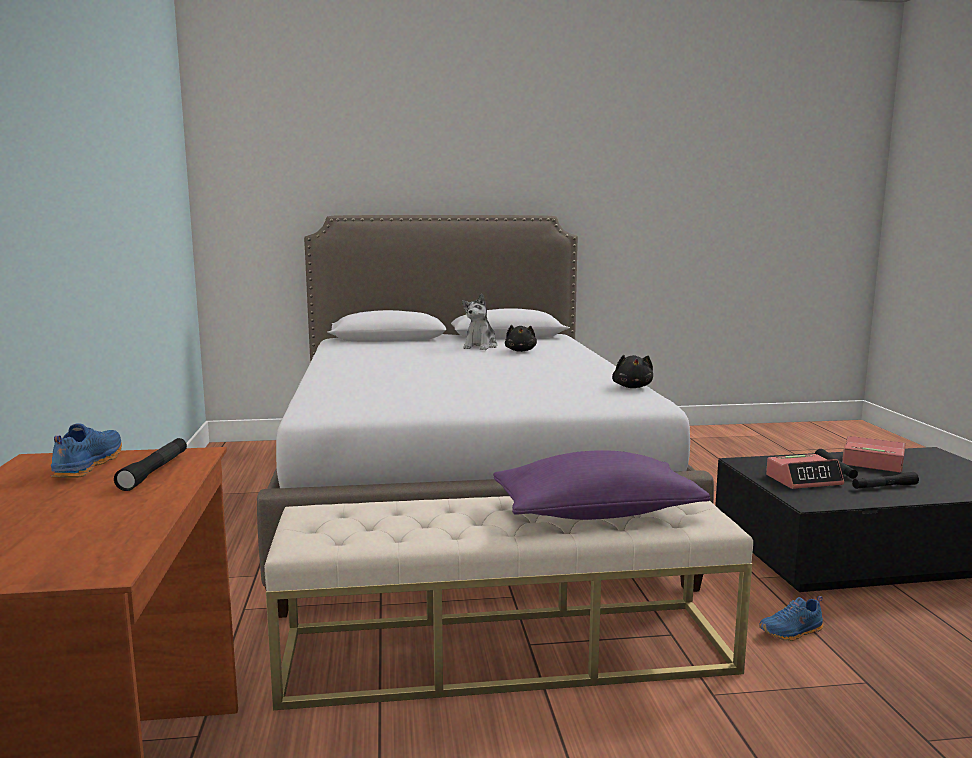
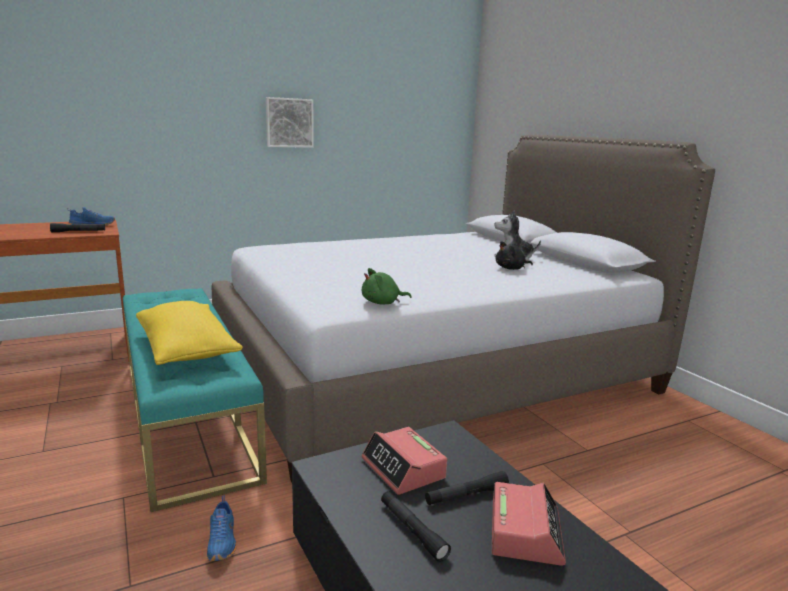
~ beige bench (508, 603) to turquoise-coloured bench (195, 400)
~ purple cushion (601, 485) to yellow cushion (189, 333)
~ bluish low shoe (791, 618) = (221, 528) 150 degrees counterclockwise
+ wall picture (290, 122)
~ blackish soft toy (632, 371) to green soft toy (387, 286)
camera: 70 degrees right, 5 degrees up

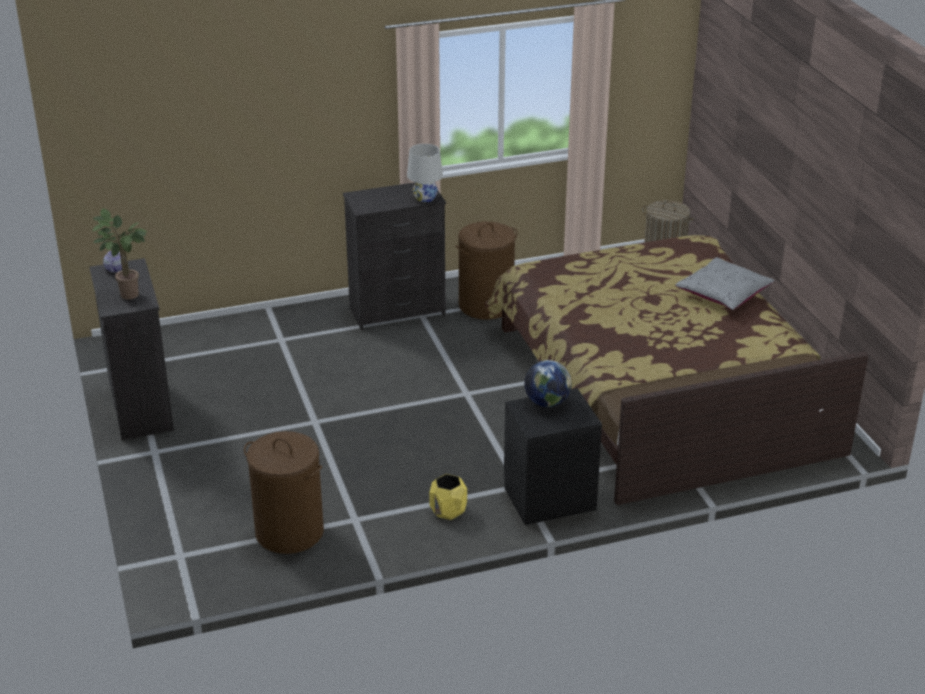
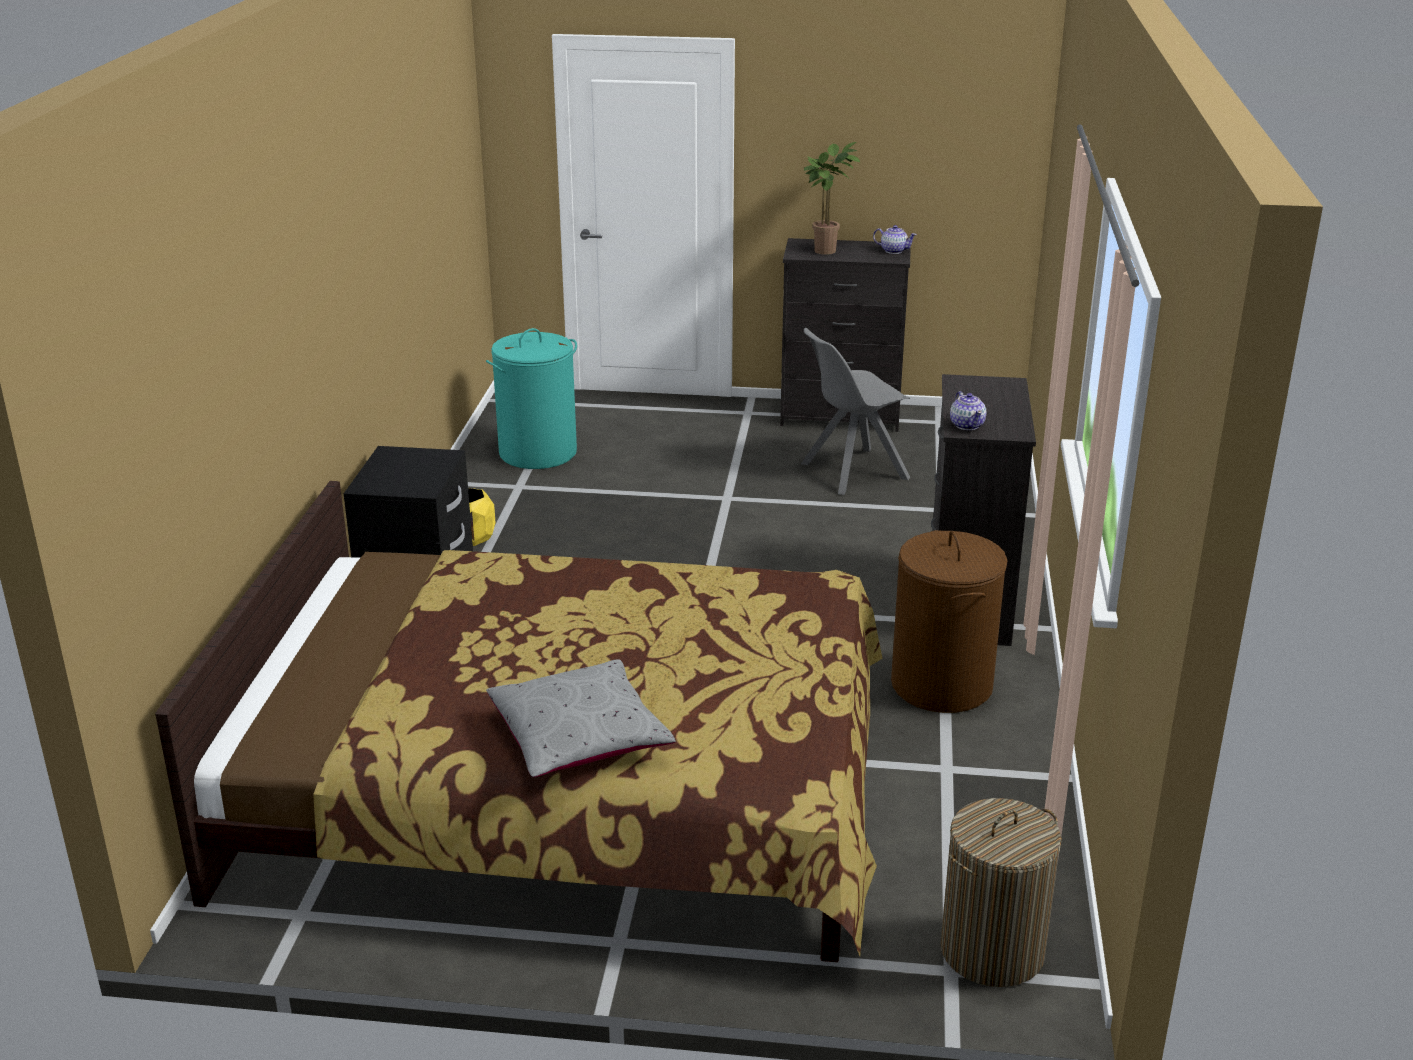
~ brownish washing basket (284, 492) to turquoise-coloured washing basket (531, 398)
+ greyish upright chair (855, 411)
~ white-coloured table lamp (425, 173) to tea pot (968, 410)
- desk globe (548, 383)
camera: 115 degrees right, 5 degrees down

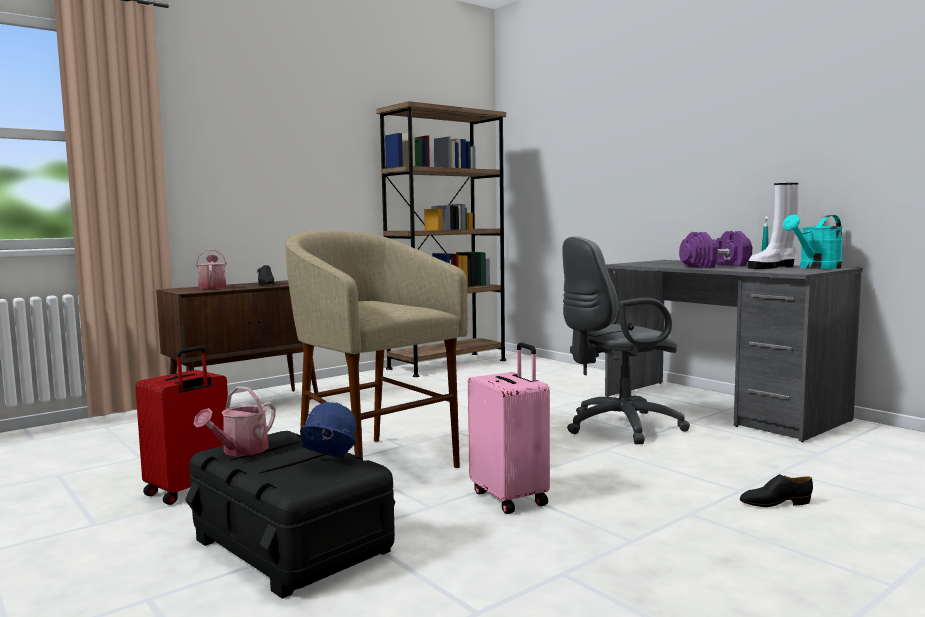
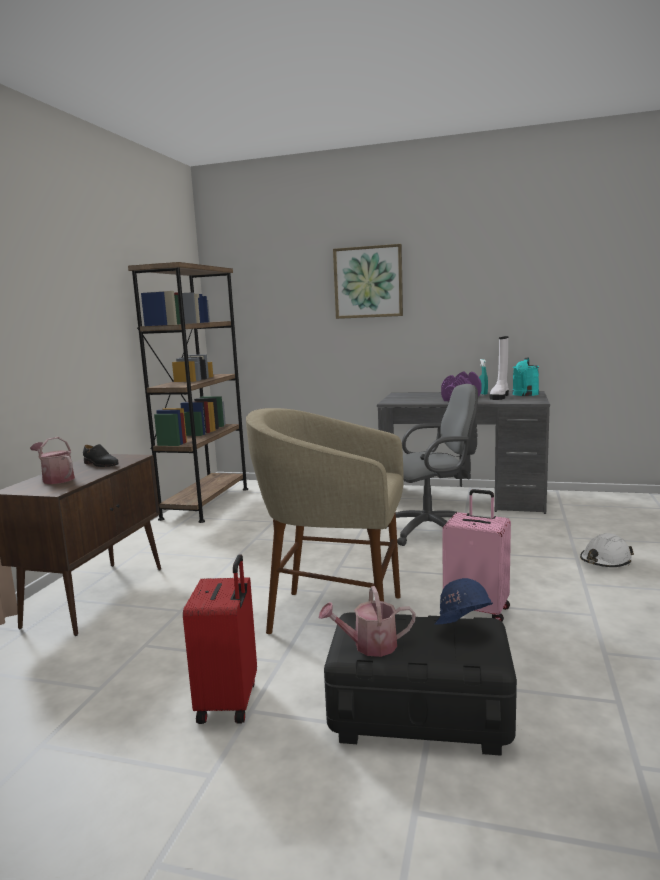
~ watering can (234, 421) = (367, 621) 90 degrees clockwise
+ wall picture (368, 281)
~ greyish office chair (626, 340) = (437, 465) 135 degrees counterclockwise
~ blackish low shoe (776, 490) to white-coloured safety helmet (607, 550)
camera: 35 degrees left, 5 degrees up

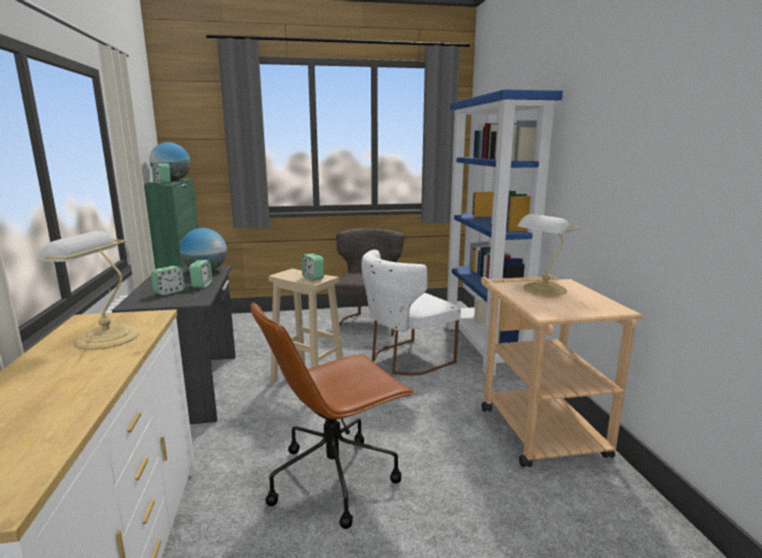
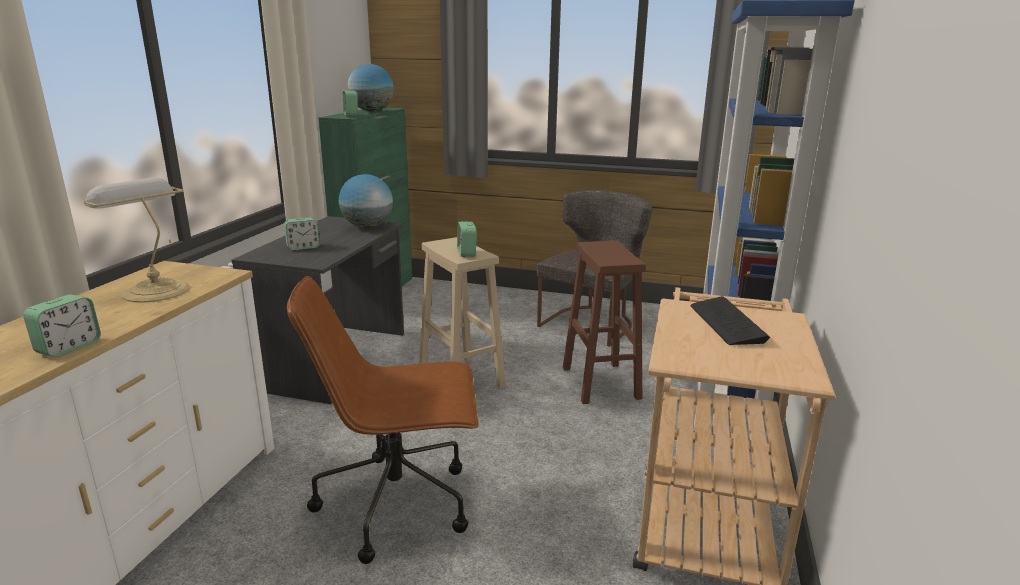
~ alarm clock (201, 274) to (62, 325)
~ white-coloured upright chair (411, 312) to brownish sitting stool (604, 322)
~ table lamp (548, 255) to computer keyboard (730, 320)
camera: 25 degrees right, 5 degrees up

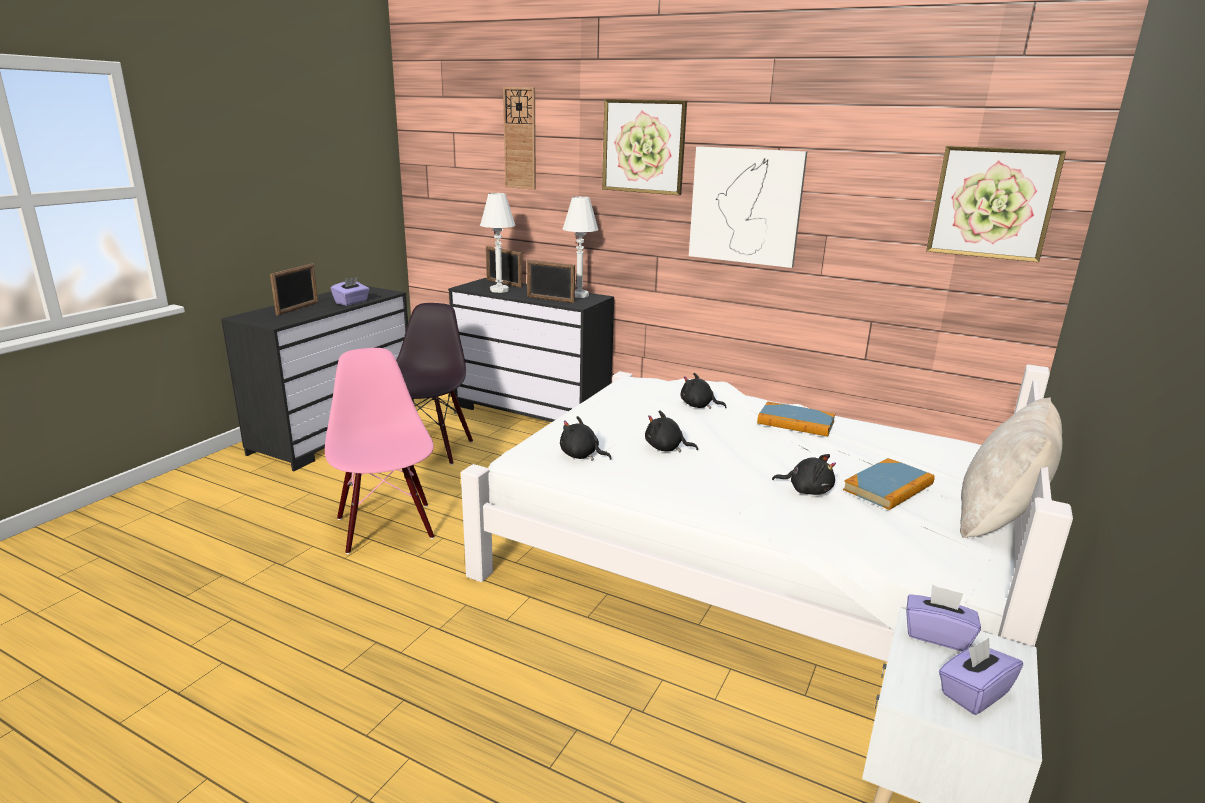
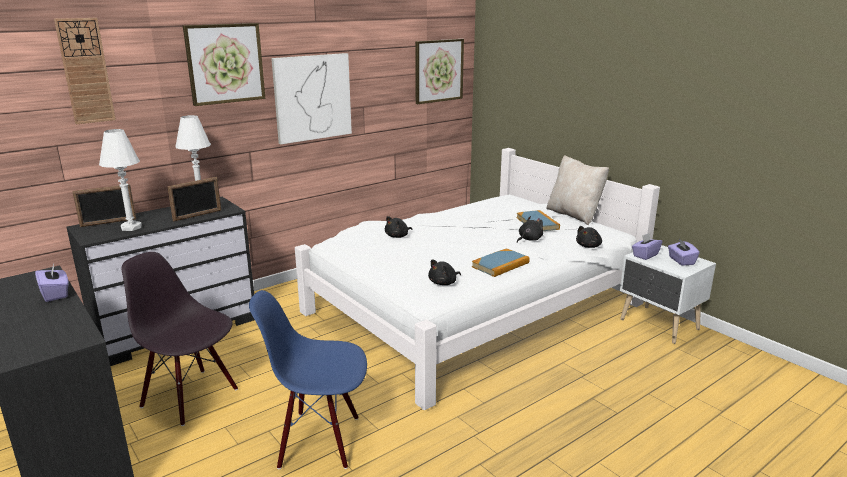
~ pink-coloured upright chair (379, 451) to bluish upright chair (308, 379)
~ book (796, 419) to (501, 262)
~ blackish soft toy (671, 431) to (589, 237)
- picture frame (294, 289)
camera: 65 degrees left, 0 degrees up

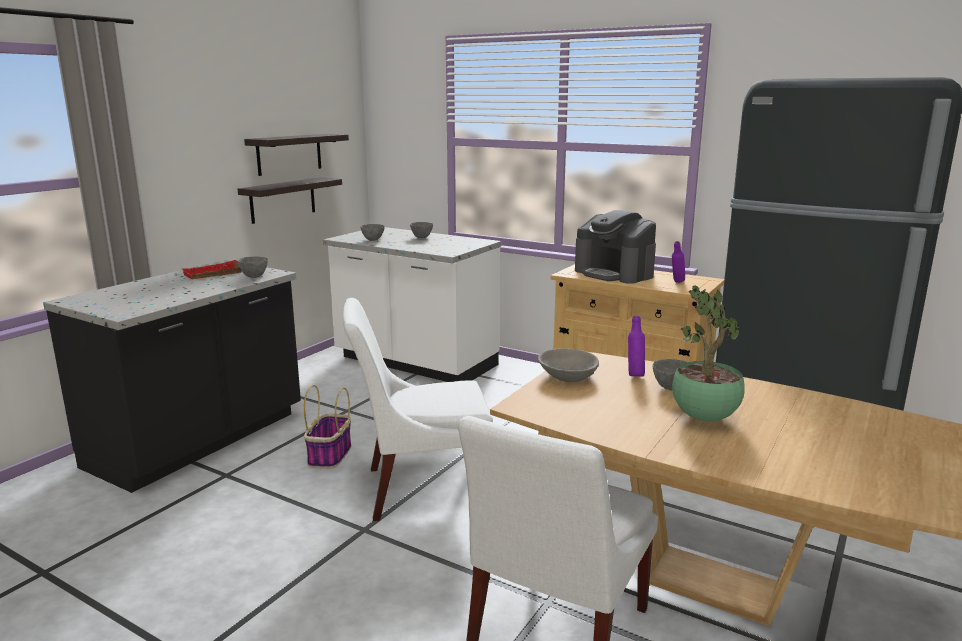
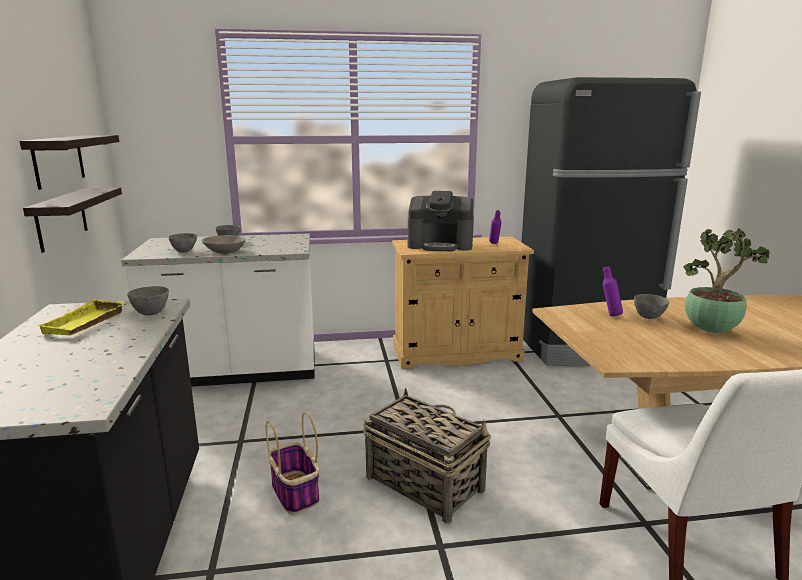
~ red-coloured serving tray (212, 269) to yellow serving tray (80, 317)
~ greyish deep dish (568, 365) to (223, 244)
~ white-coloured upright chair (417, 409) to storage basket (427, 456)
camera: 40 degrees left, 0 degrees up

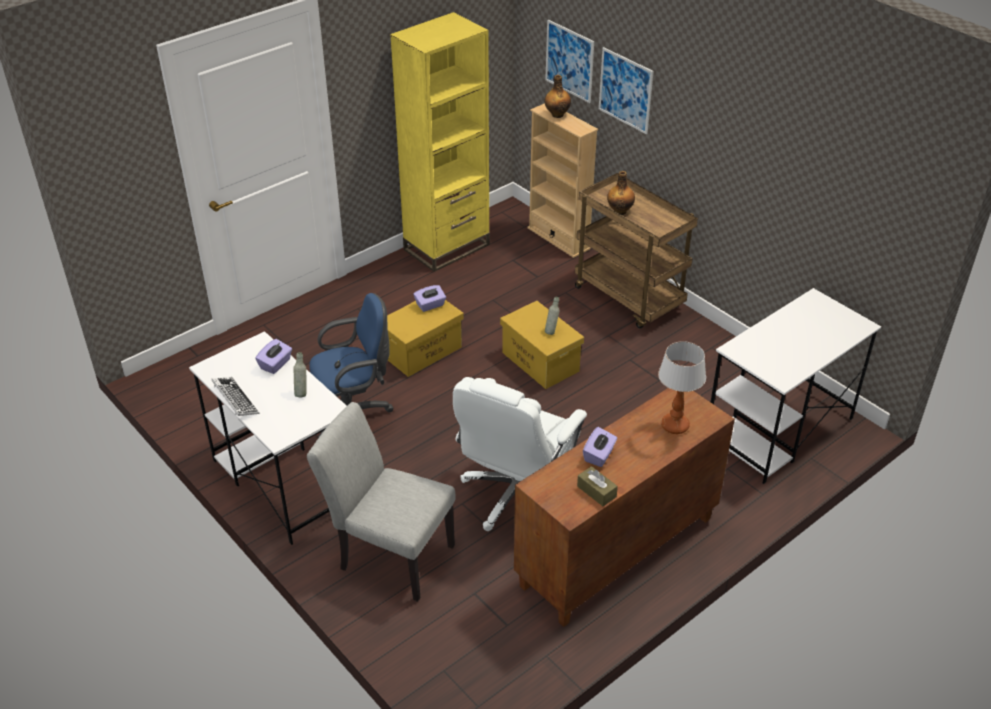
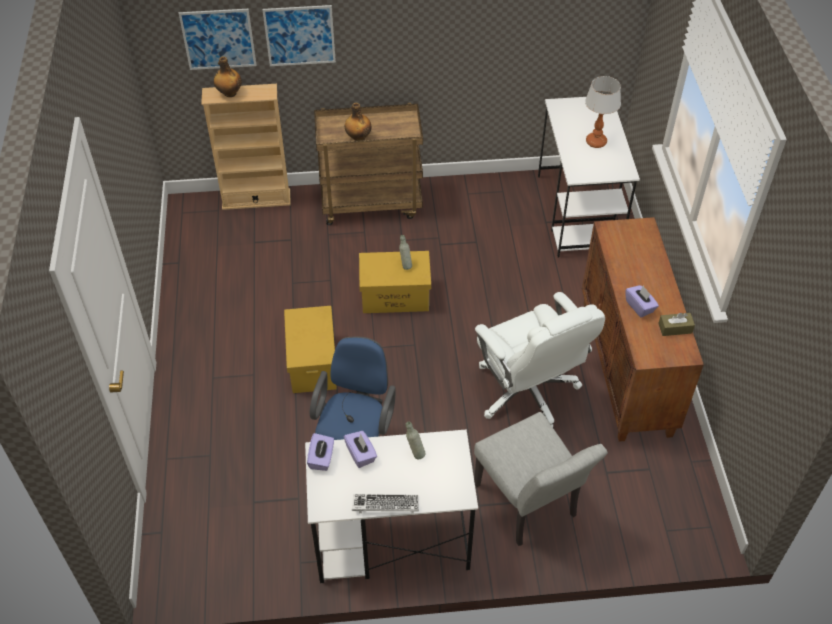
~ purple tissue holder (430, 298) to (320, 452)
~ greyish upright chair (381, 502) = (541, 479) 90 degrees counterclockwise
~ table lamp (682, 387) to (603, 112)
- yellow bookcase (440, 142)
camera: 55 degrees left, 10 degrees up

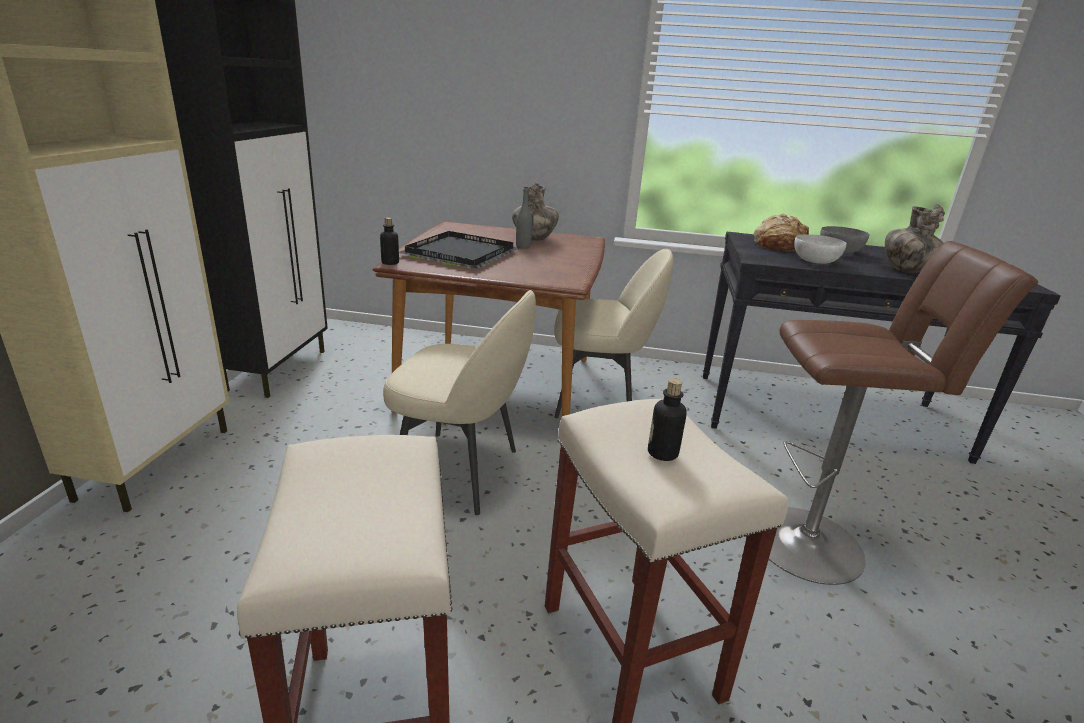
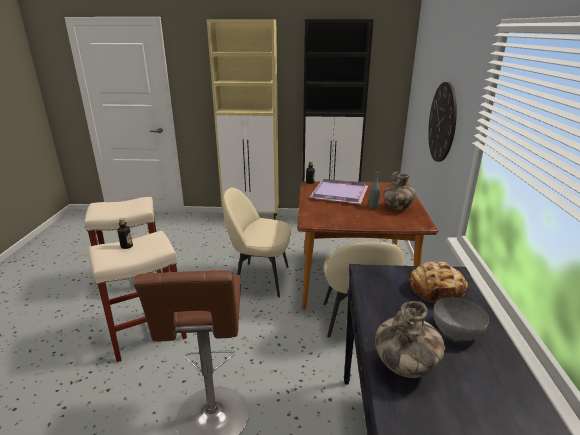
~ beige upright chair (459, 402) = (257, 242) 90 degrees clockwise
~ blackish serving tray (459, 249) to purple serving tray (338, 191)
+ wall clock (442, 122)
- white-coloured deep dish (820, 249)
camera: 85 degrees right, 0 degrees up

